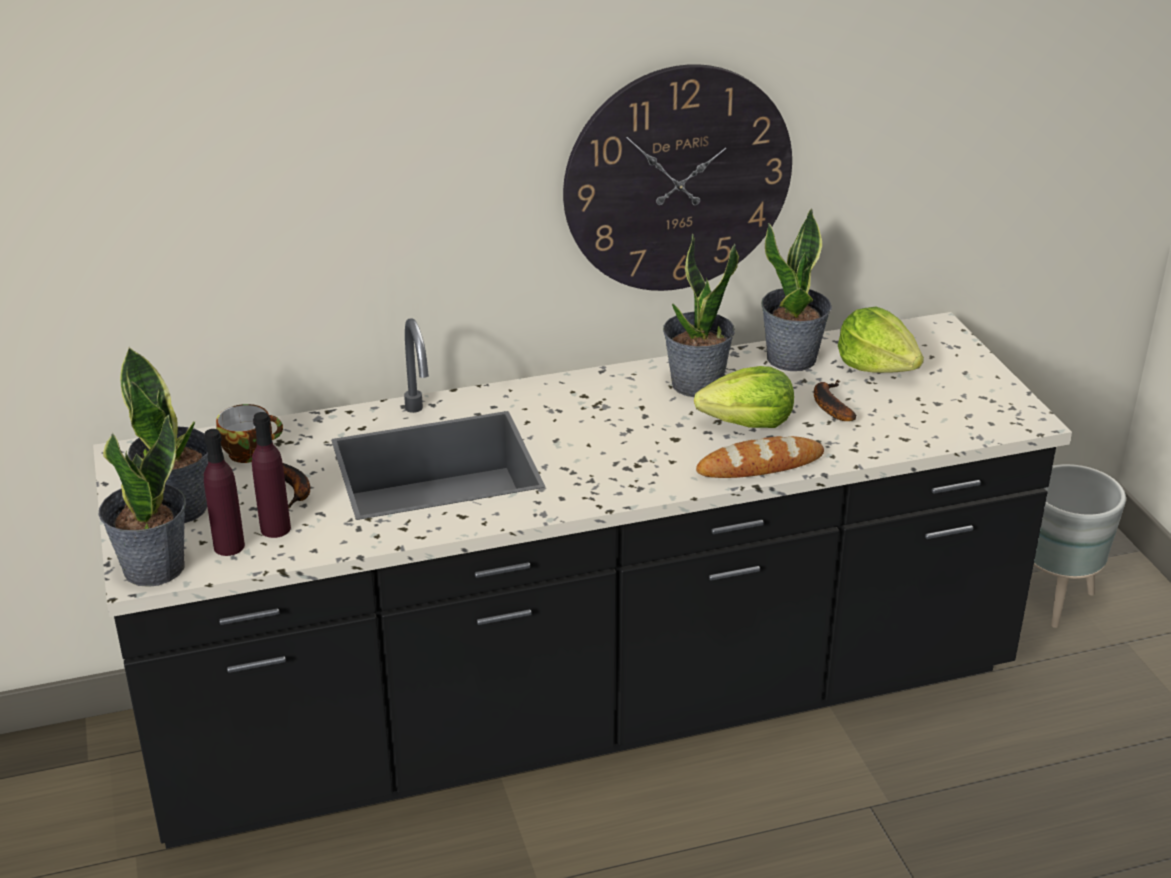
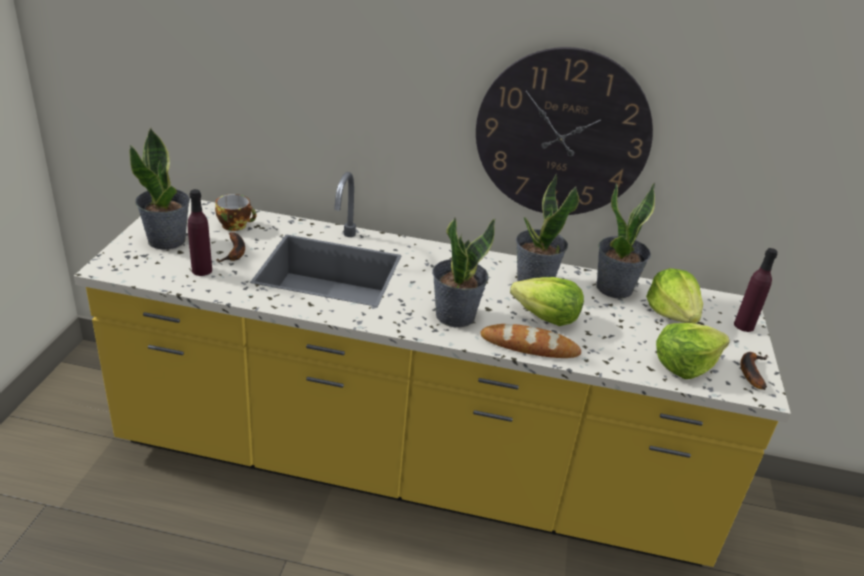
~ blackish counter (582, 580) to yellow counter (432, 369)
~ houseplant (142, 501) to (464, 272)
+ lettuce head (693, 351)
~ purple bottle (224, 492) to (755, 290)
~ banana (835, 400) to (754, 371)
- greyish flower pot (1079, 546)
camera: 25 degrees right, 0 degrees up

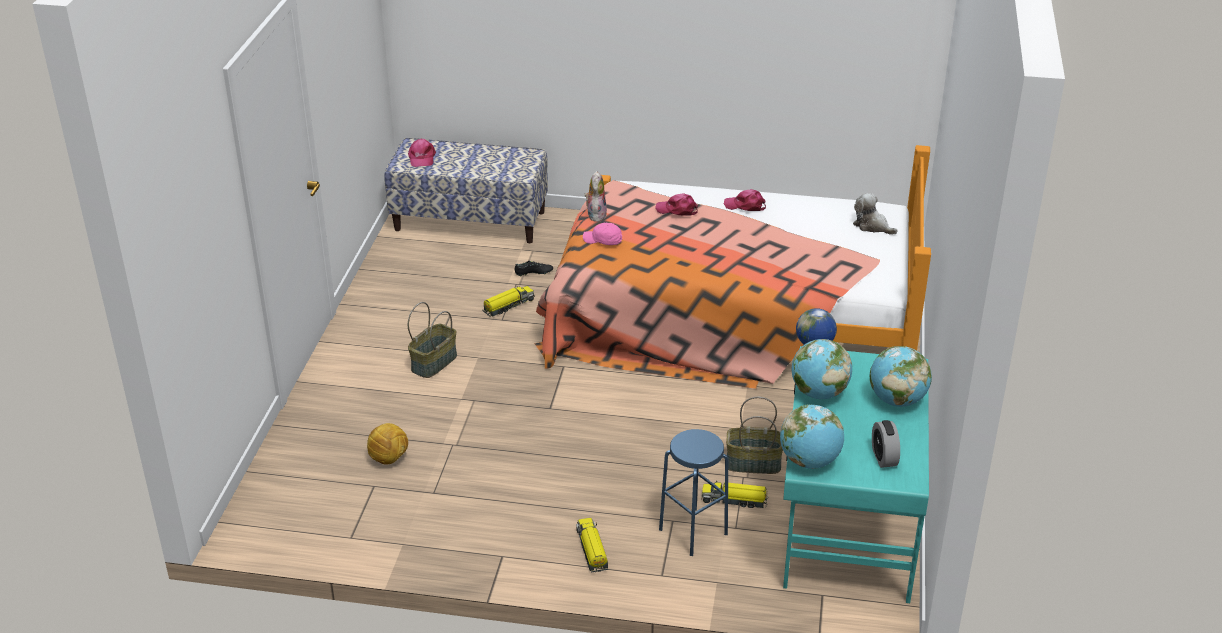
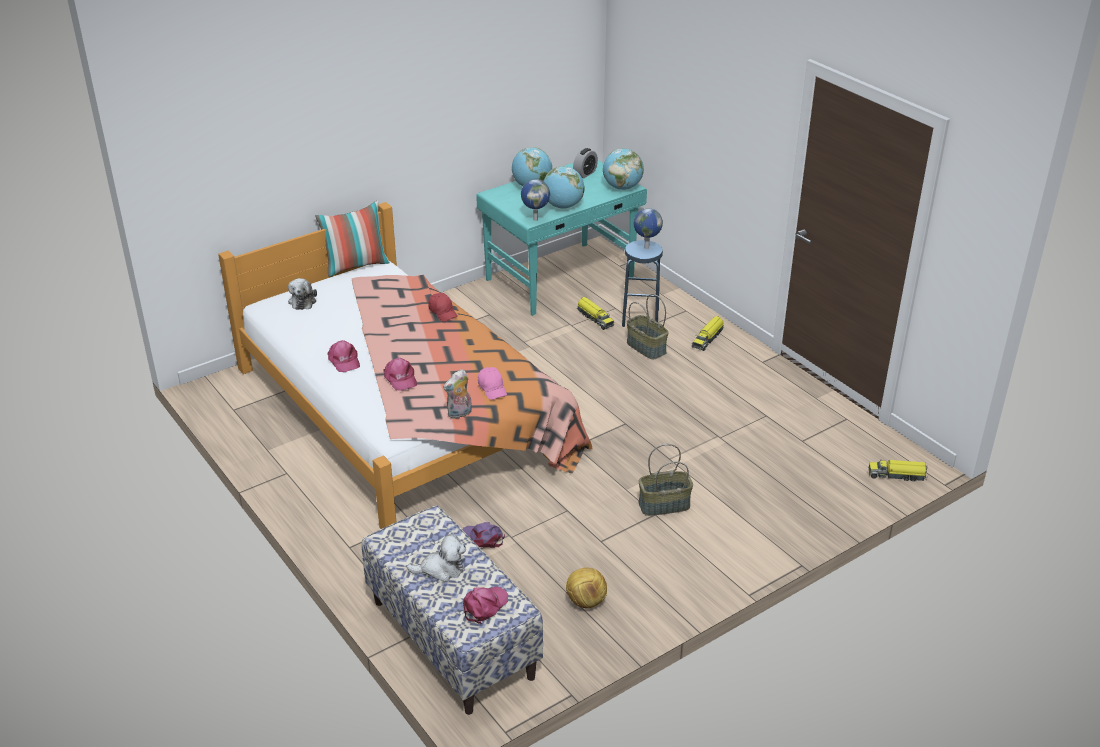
+ cushion (352, 239)
+ soft toy (436, 558)
+ red-coloured cap (443, 307)
~ blackish low shoe (534, 269) to purple cap (483, 535)
~ football ball (387, 444) to (586, 587)
~ storage basket (754, 435) to (648, 327)
+ desk globe (648, 228)
~ toy truck (508, 301) to (898, 470)
camera: 135 degrees left, 0 degrees up

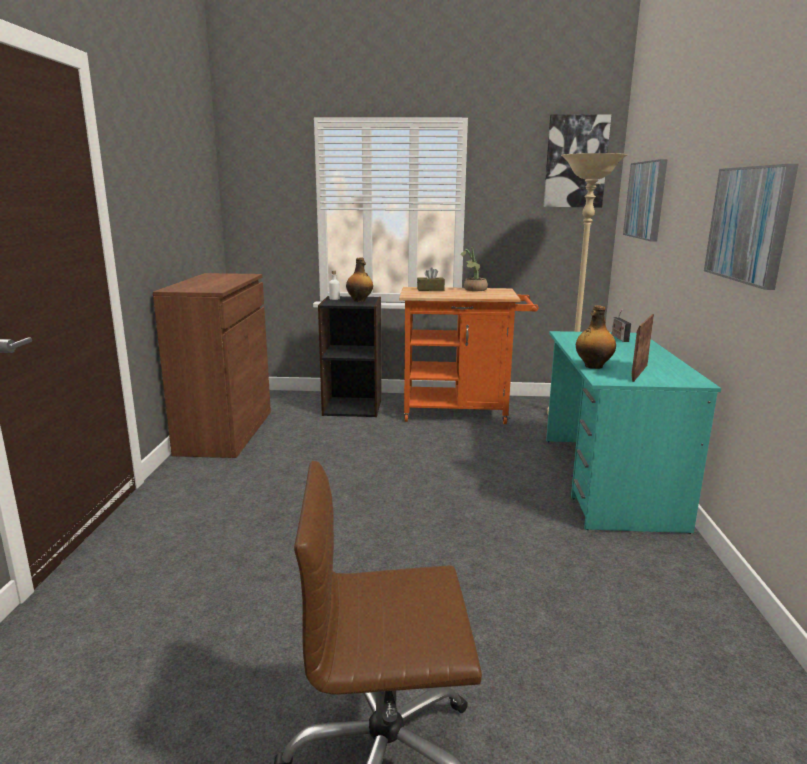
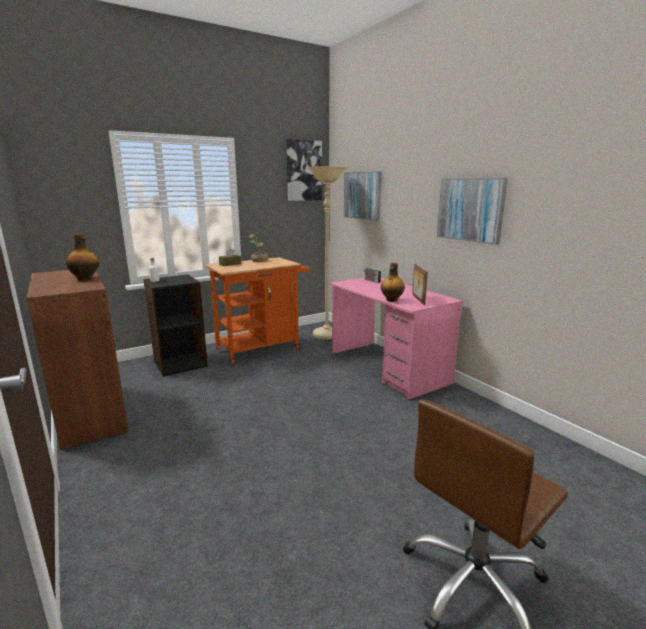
~ bottle (359, 280) to (82, 256)
~ turquoise-coloured desk (633, 432) to pink-coloured desk (396, 339)
camera: 35 degrees left, 0 degrees up

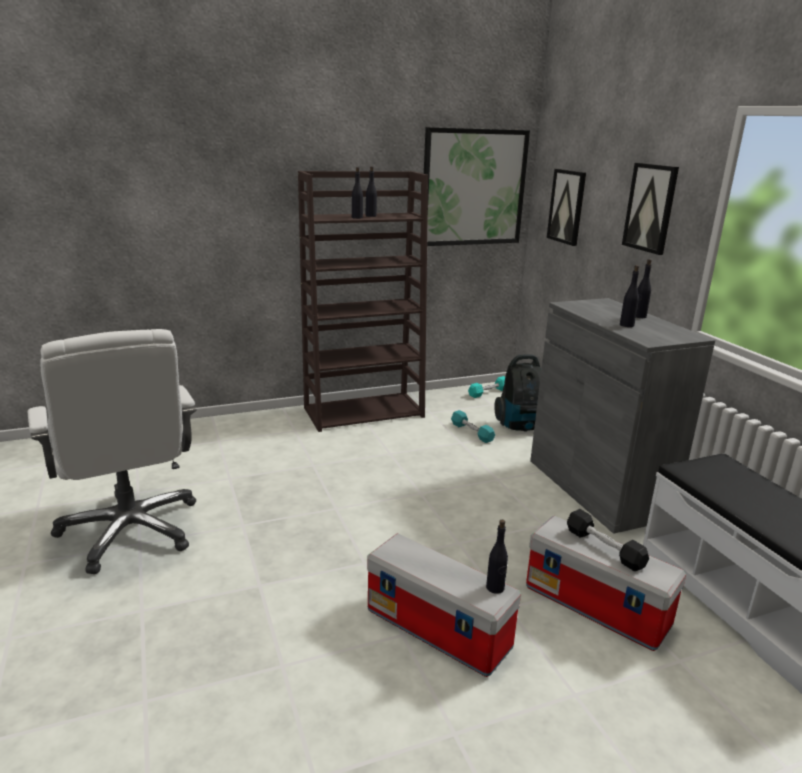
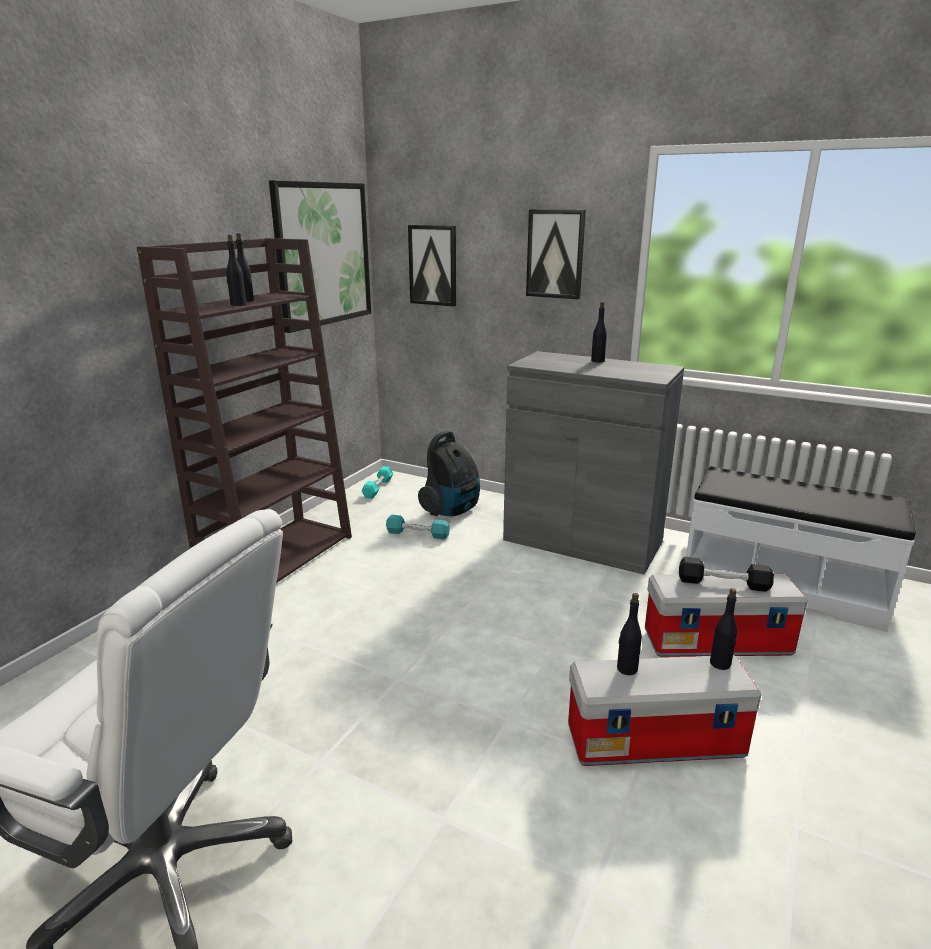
~ blackish bottle (629, 296) to (629, 634)
camera: 40 degrees left, 0 degrees up

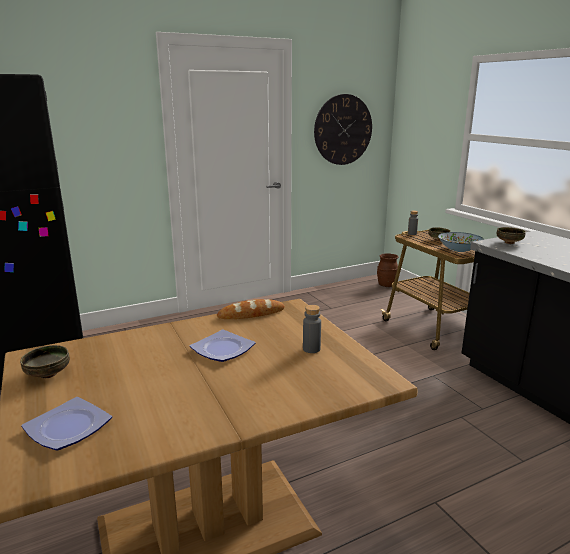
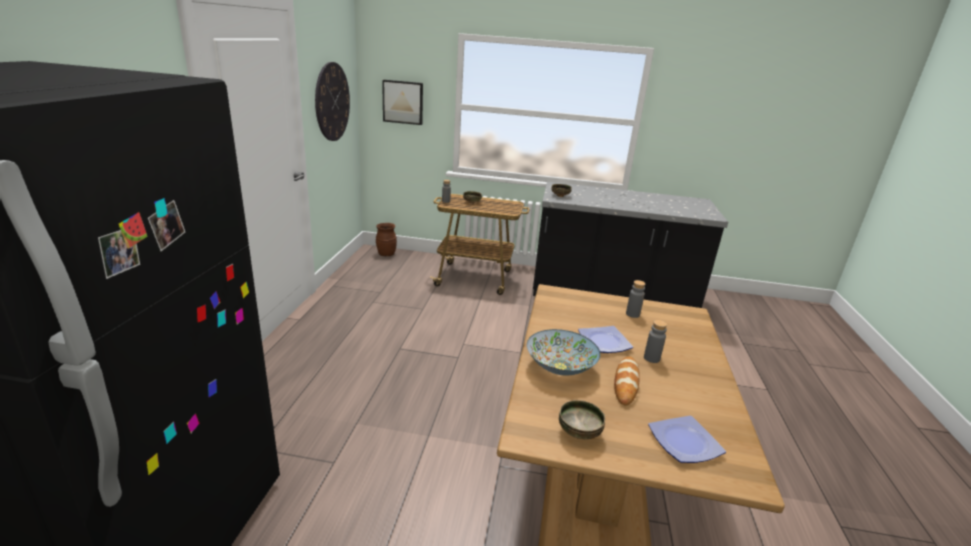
+ wall picture (402, 102)
~ deep dish (461, 242) to (563, 352)
~ bakery bread (251, 309) to (627, 380)
+ greyish bottle (655, 341)
camera: 55 degrees left, 5 degrees up

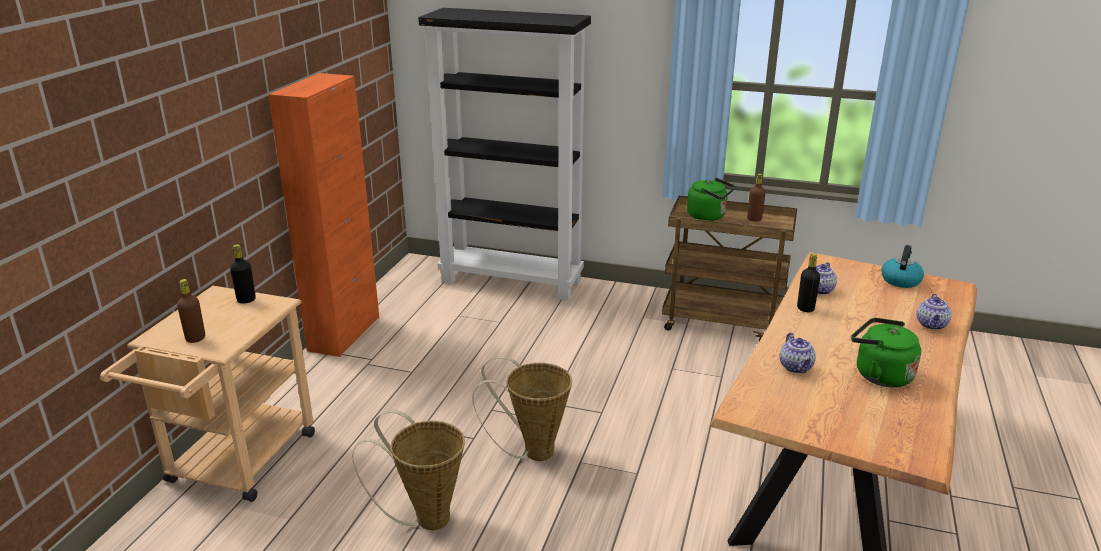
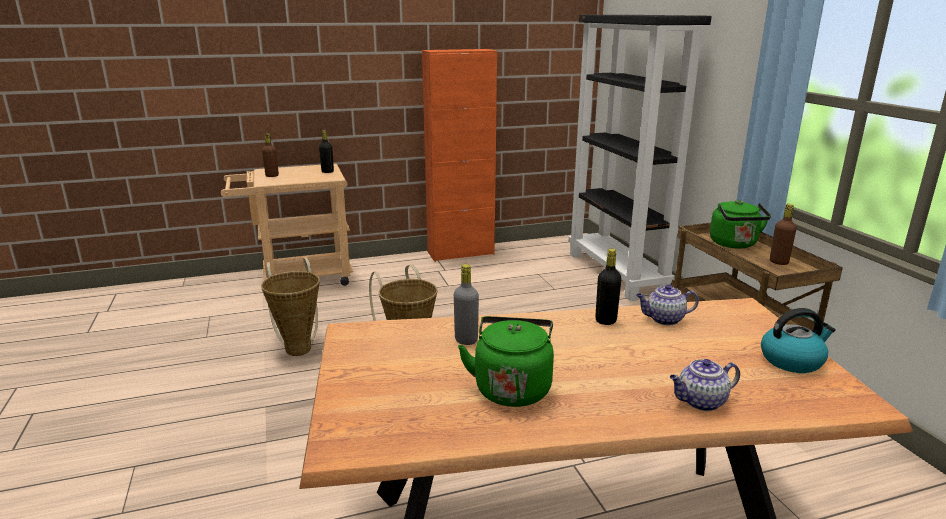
~ tea pot (797, 353) to greyish bottle (466, 304)
camera: 55 degrees right, 5 degrees down

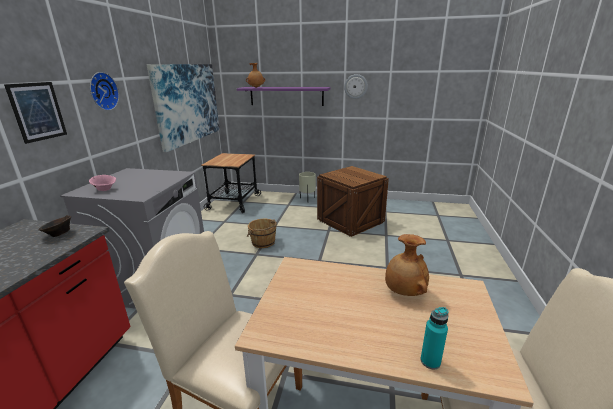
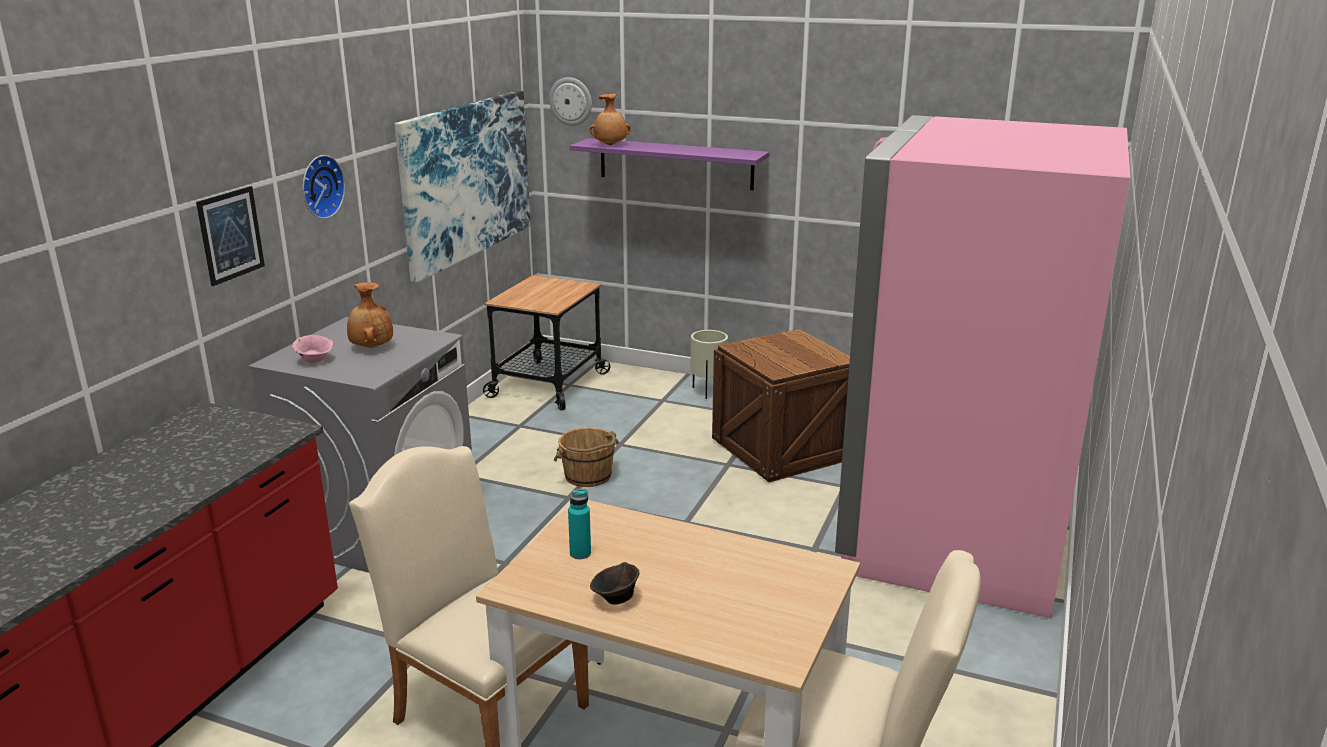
~ brownish flower vase (407, 265) to (370, 315)
~ wall clock (356, 86) to (570, 101)
~ turquoise-coloured bottle (435, 338) to (579, 524)
~ brownish deep dish (54, 226) to (615, 583)
+ pink-coloured refrigerator (982, 366)
camera: 10 degrees right, 0 degrees up

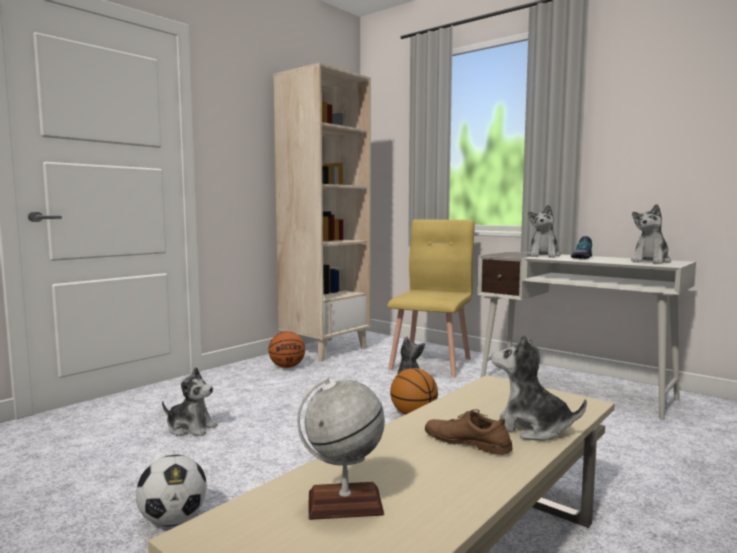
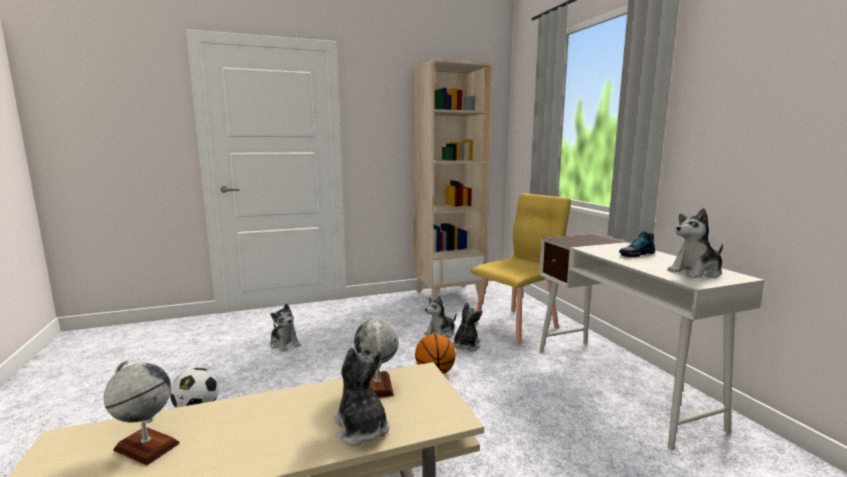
+ desk globe (376, 358)
~ soft toy (543, 231) to (440, 317)
- basketball ball (287, 349)
- brownish low shoe (468, 432)
camera: 30 degrees right, 5 degrees up

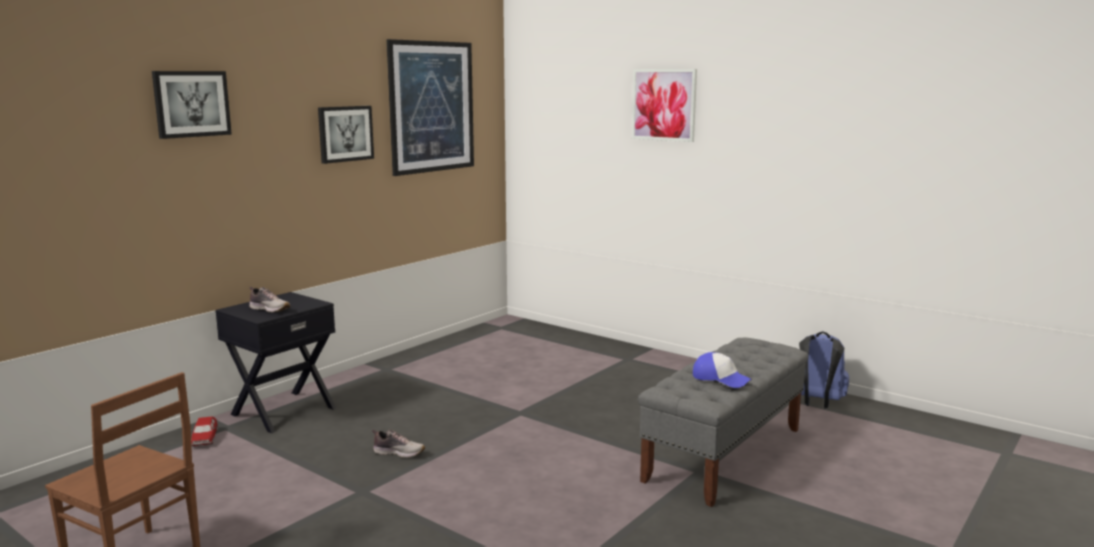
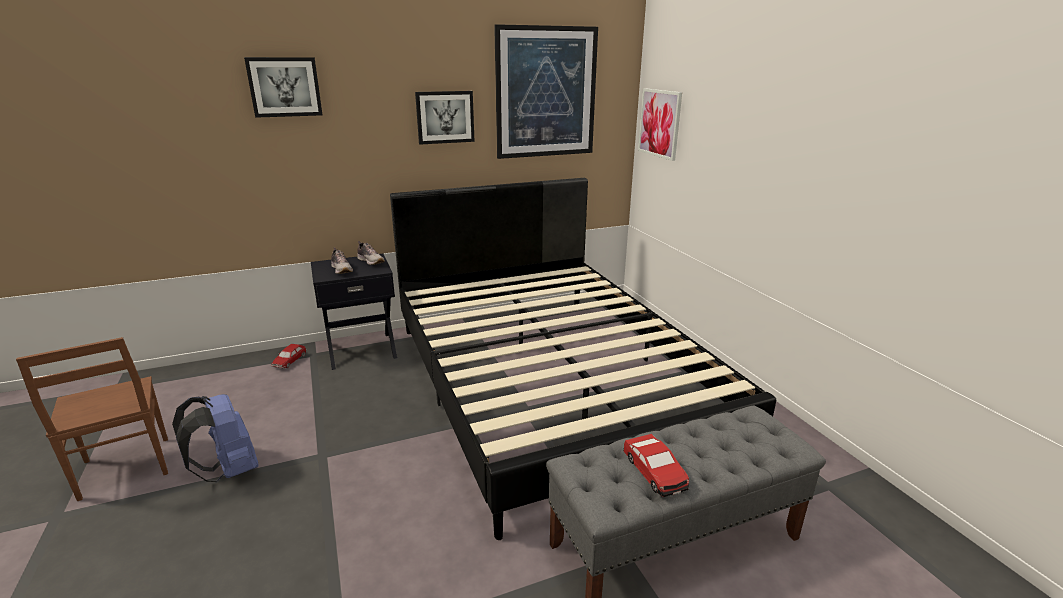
~ bluish knapsack (824, 370) to (215, 438)
~ low shoe (398, 444) to (371, 253)
+ blackish sleeping bed (583, 359)
~ cap (722, 370) to model car (656, 465)
~ wall picture (664, 105) to (660, 124)
camera: 30 degrees right, 10 degrees up

